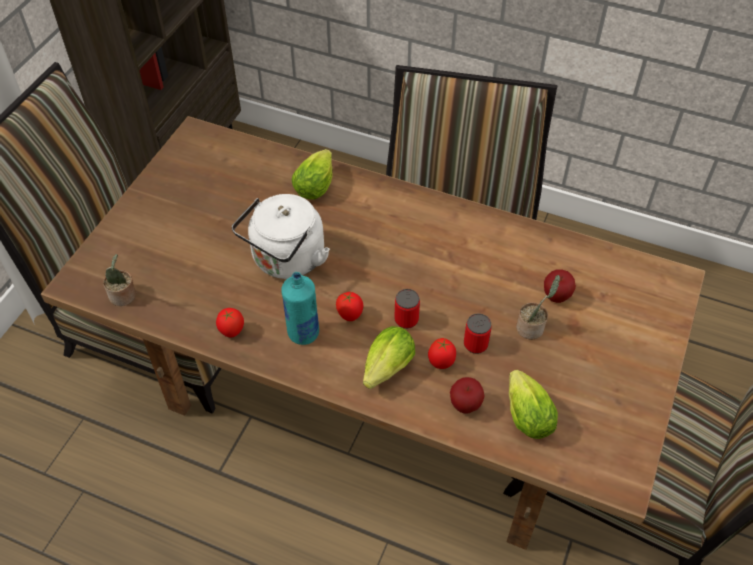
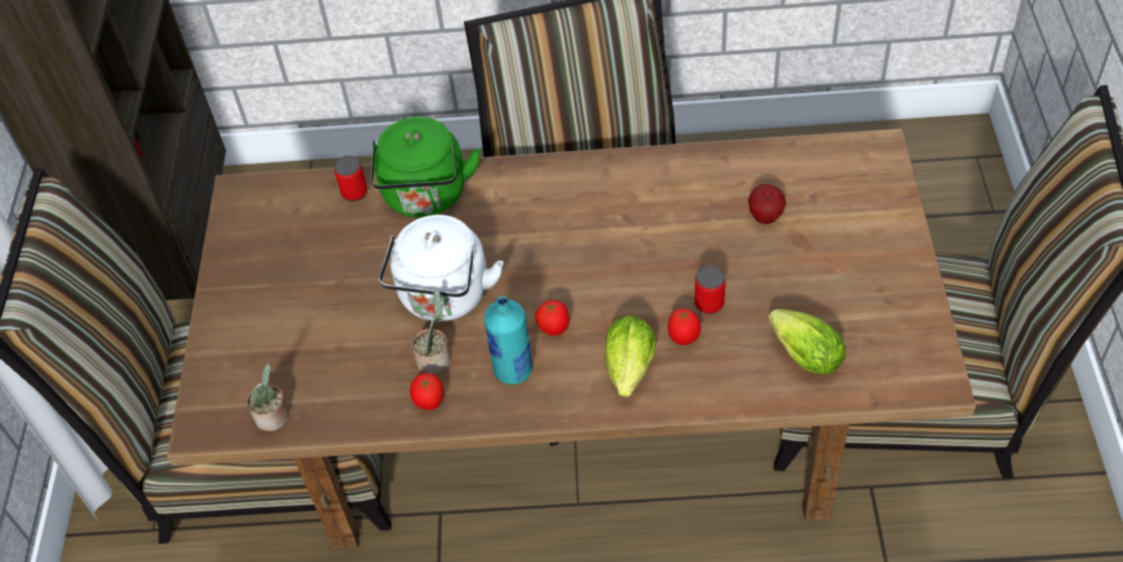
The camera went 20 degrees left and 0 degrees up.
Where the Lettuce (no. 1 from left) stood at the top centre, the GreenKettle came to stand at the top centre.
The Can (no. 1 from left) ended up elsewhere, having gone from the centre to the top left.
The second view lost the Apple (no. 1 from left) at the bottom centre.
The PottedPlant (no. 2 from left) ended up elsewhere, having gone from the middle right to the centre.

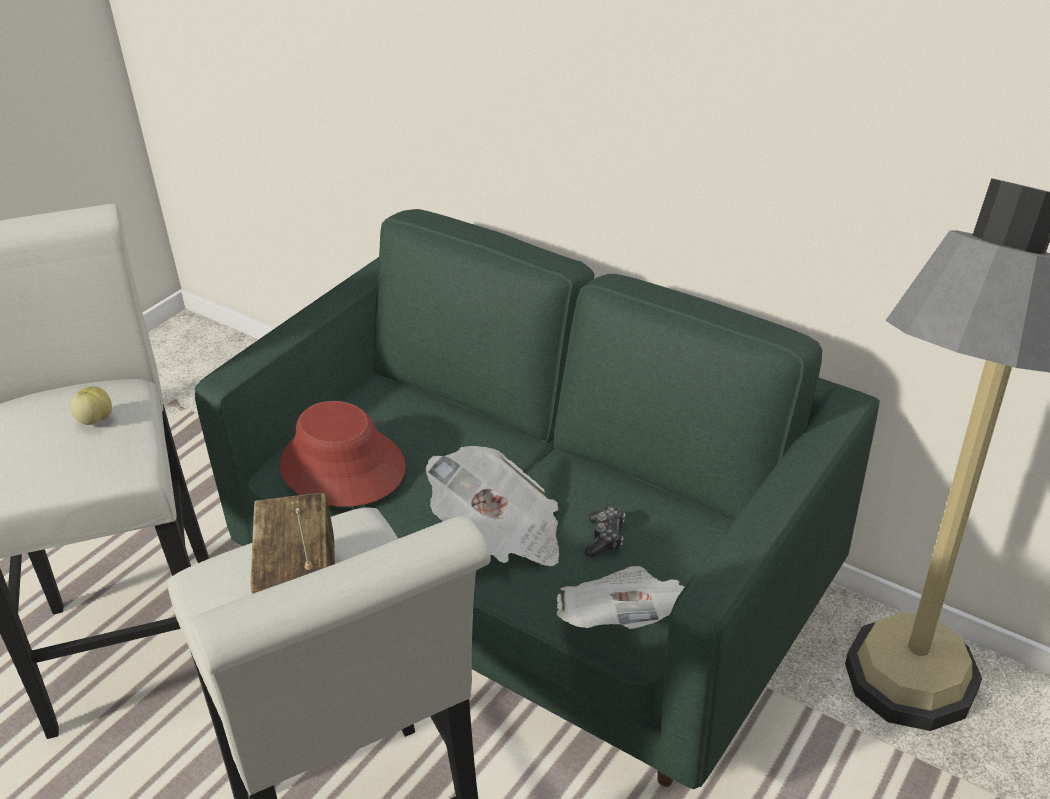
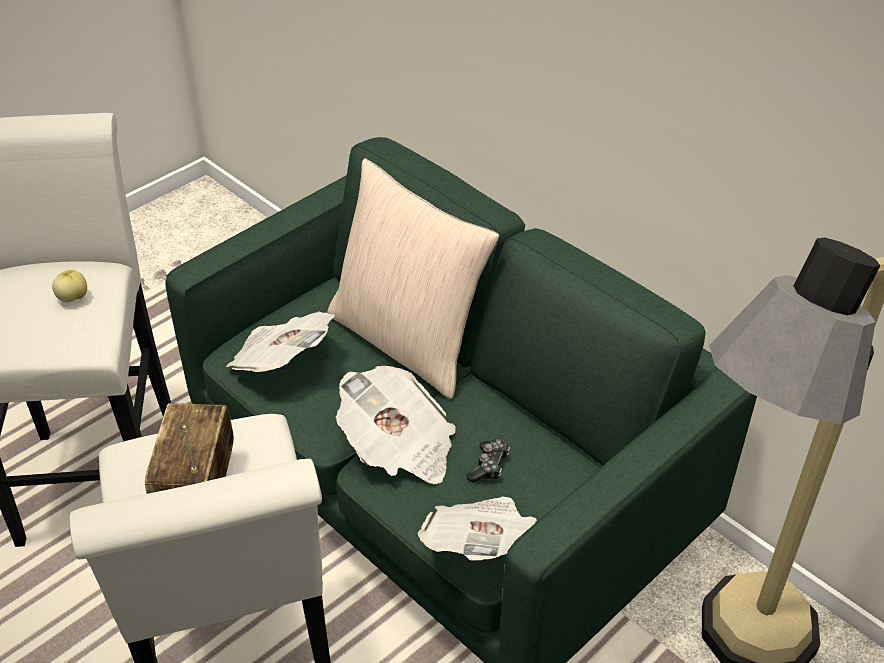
The camera went 10 degrees right and 5 degrees up.
Where the RedHat stood at the middle left, the Newspaper (no. 1 from left) came to stand at the middle left.
The second view gained the BeigePillow at the centre.

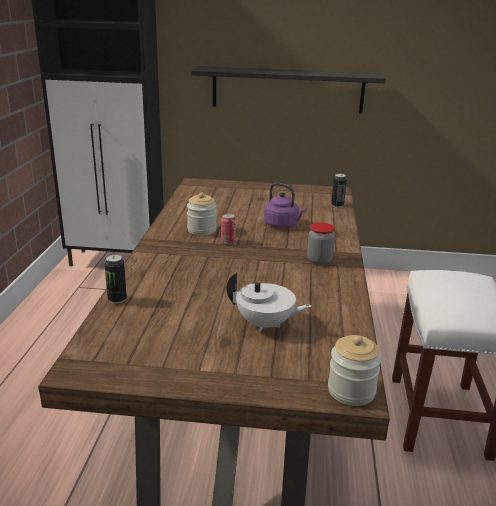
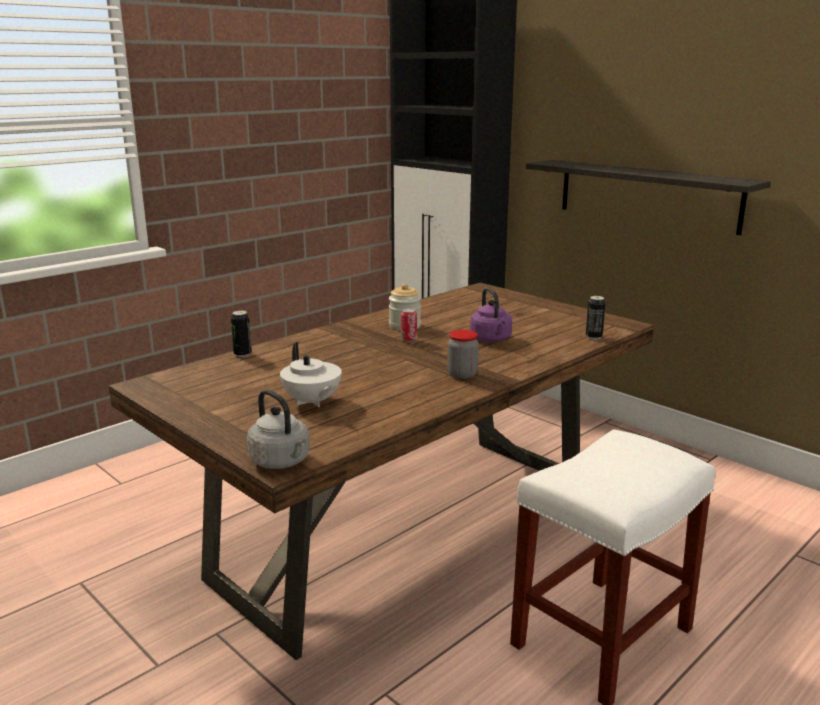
The camera went 40 degrees right and 5 degrees down.
Where the Jar (no. 3 from left) stood at the bottom right, the GreyKettle came to stand at the centre.

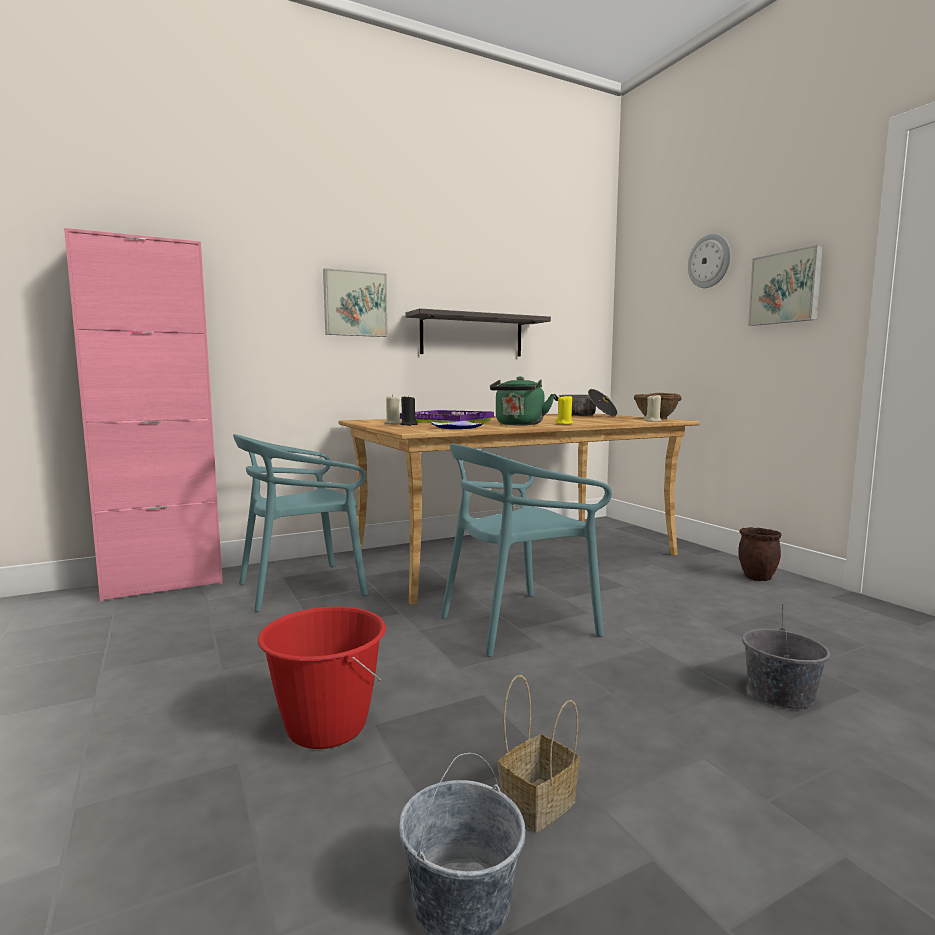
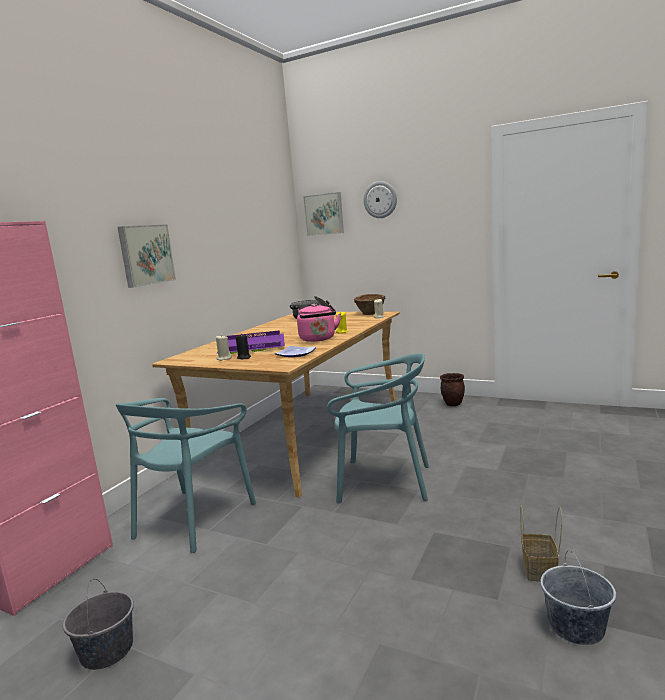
The camera went 35 degrees left and 5 degrees up.
The second view lost the RedBucket at the bottom centre.
The second view lost the Shelf at the centre.
The TurquoiseChair (no. 2 from left) at the centre ended up facing another way, 105 degrees counterclockwise from before.
What was the GreenKettle at the centre turned into the PinkKettle at the centre.
The GreyBucket (no. 2 from left in the first image) ended up elsewhere, having gone from the bottom right to the bottom left.
The Picture (no. 2 from left) ended up elsewhere, having gone from the top right to the top centre.

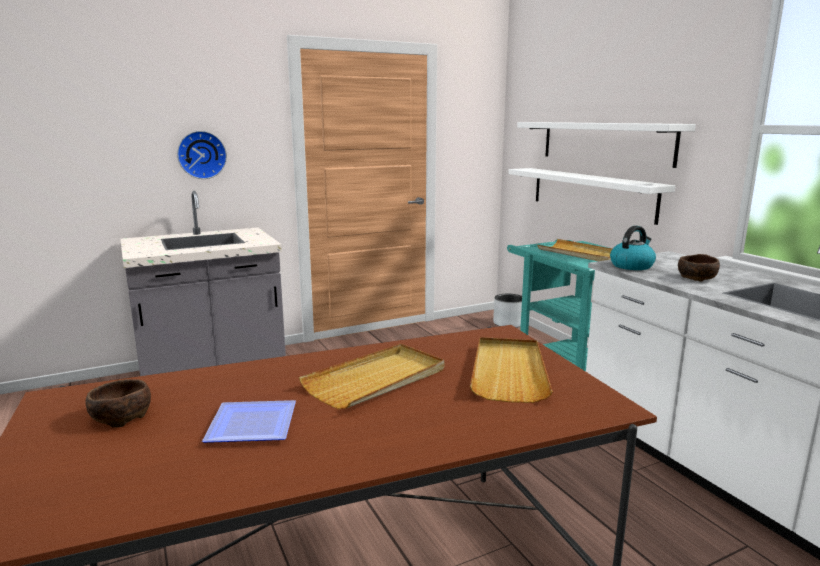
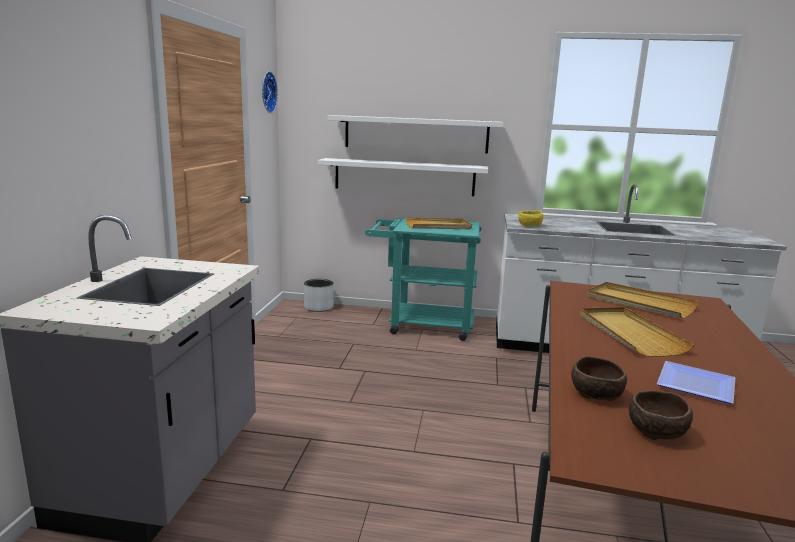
The camera went 55 degrees left and 0 degrees up.
The WallClock ended up elsewhere, having gone from the top left to the top centre.
Where the Kettle stood at the middle right, the YellowBowl came to stand at the middle right.
The BrownBowl (no. 2 from left in the first image) ended up elsewhere, having gone from the middle right to the bottom right.

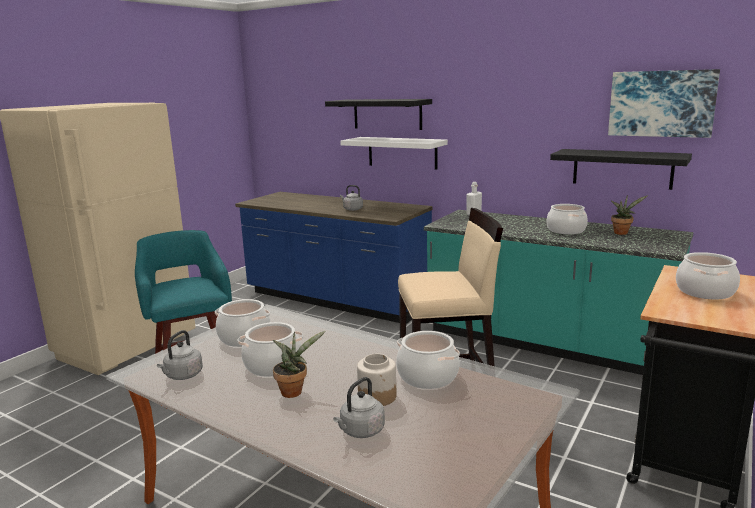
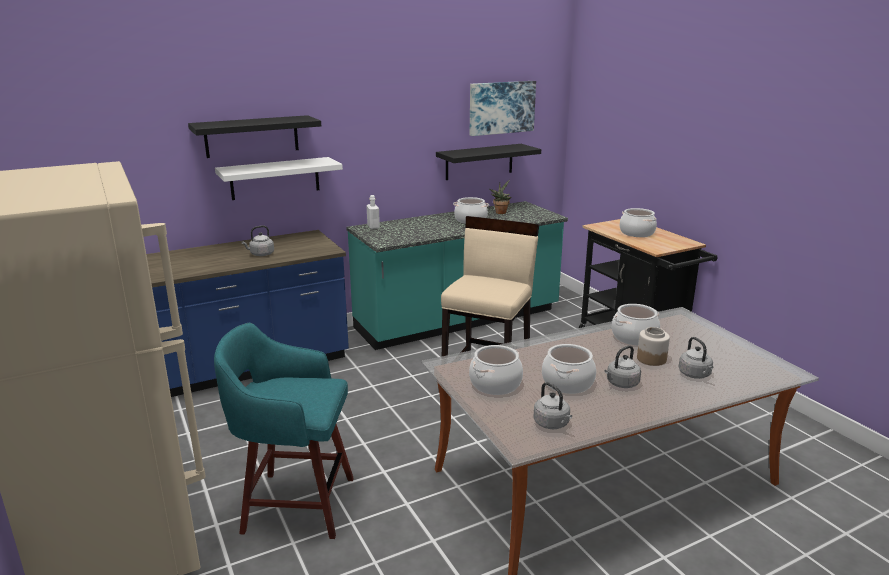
The camera went 60 degrees left and 5 degrees up.
Where the PottedPlant (no. 1 from left) stood at the bottom centre, the GreyKettle (no. 3 from left) came to stand at the middle right.

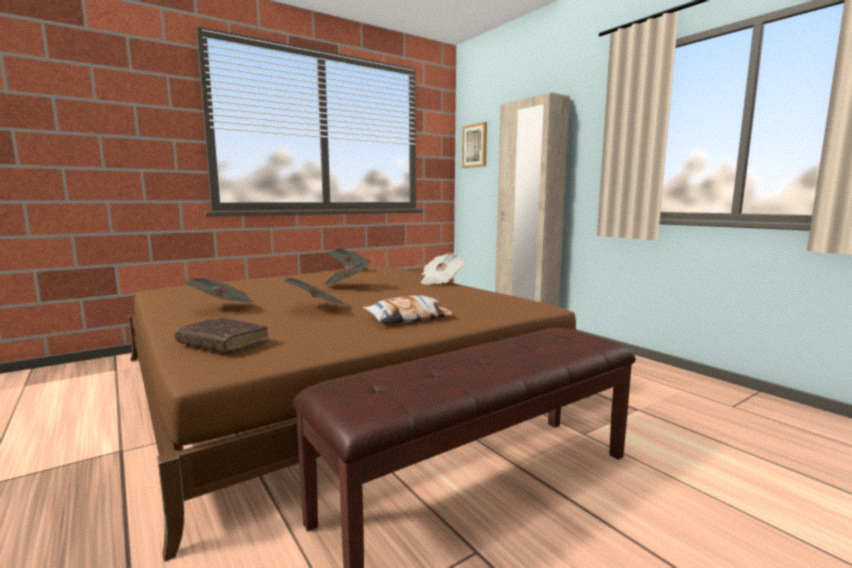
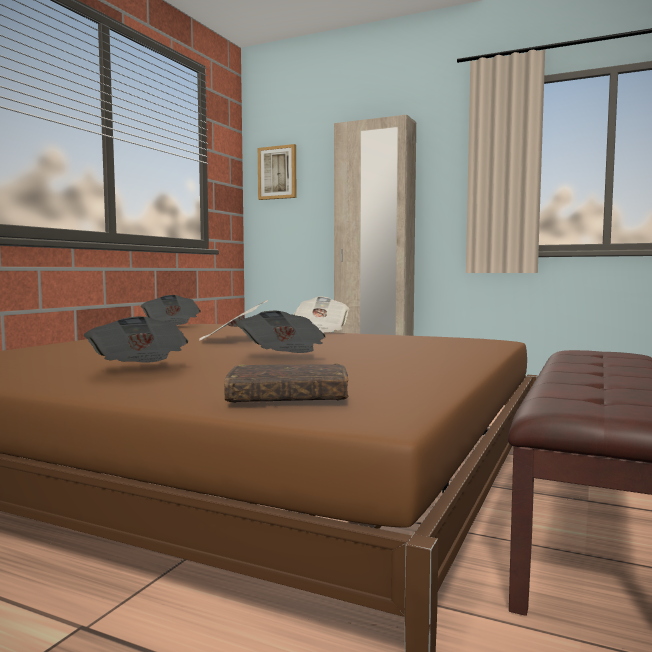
The camera went 30 degrees left and 5 degrees down.
The second view lost the Pillow at the centre.

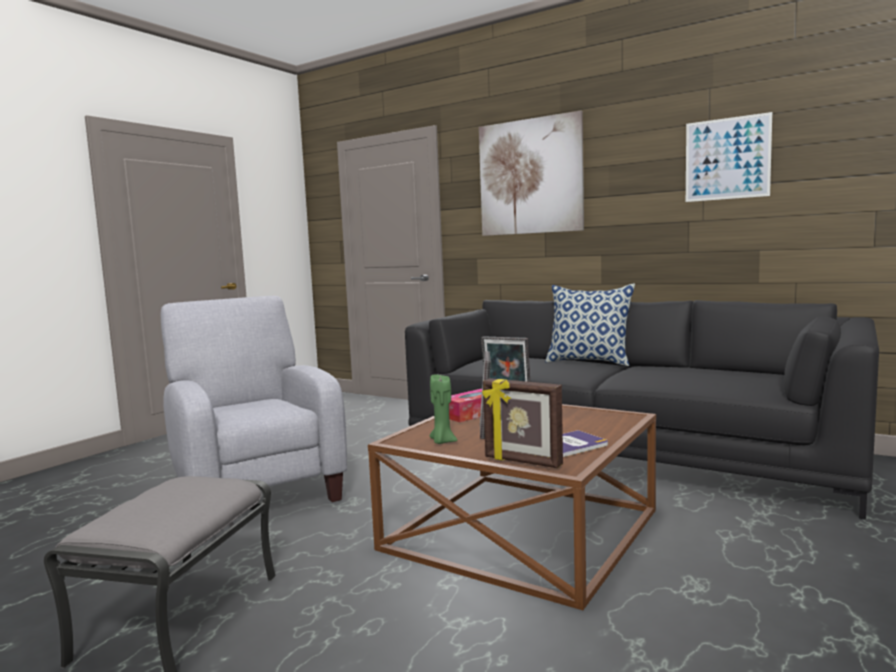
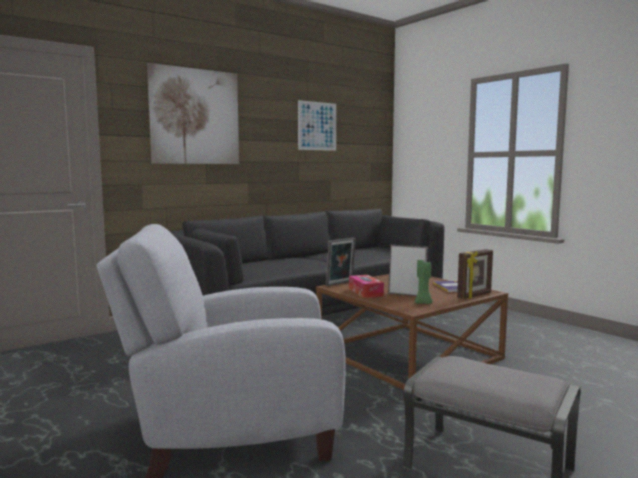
The camera went 70 degrees left and 0 degrees up.
The second view lost the Pillow at the centre.

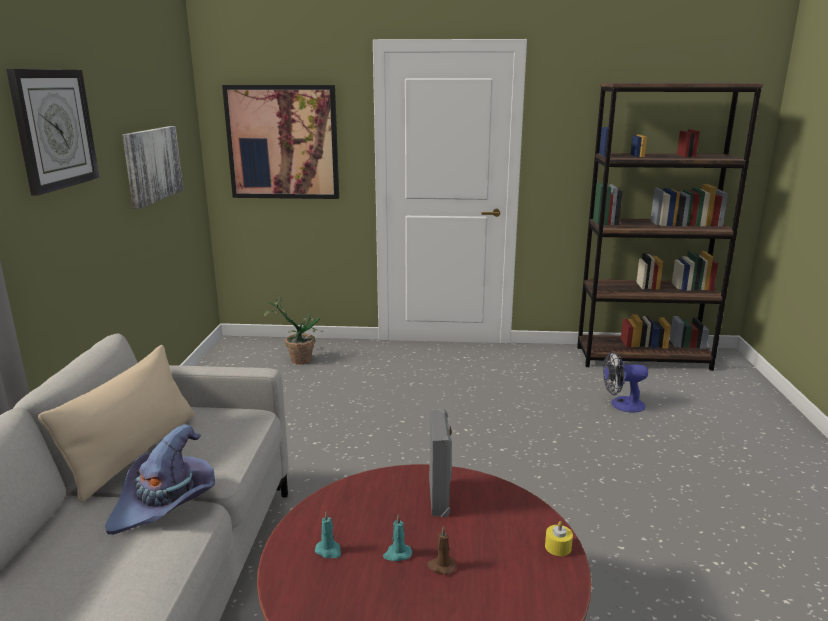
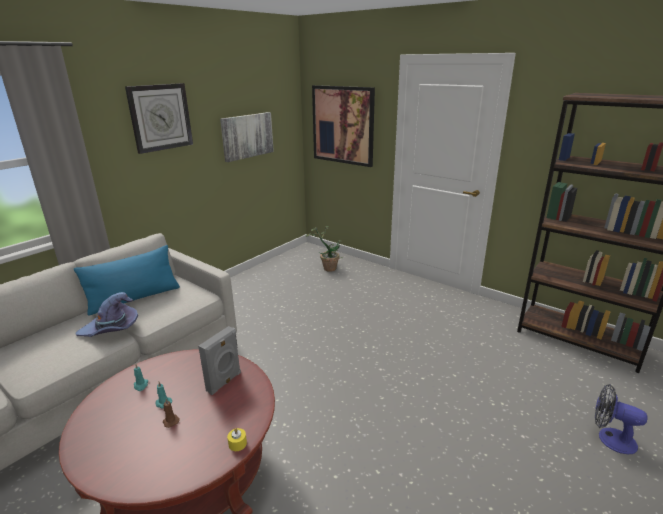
The camera went 35 degrees right and 5 degrees up.
What was the BeigePillow at the bottom left turned into the BluePillow at the middle left.
The Fan ended up elsewhere, having gone from the middle right to the bottom right.

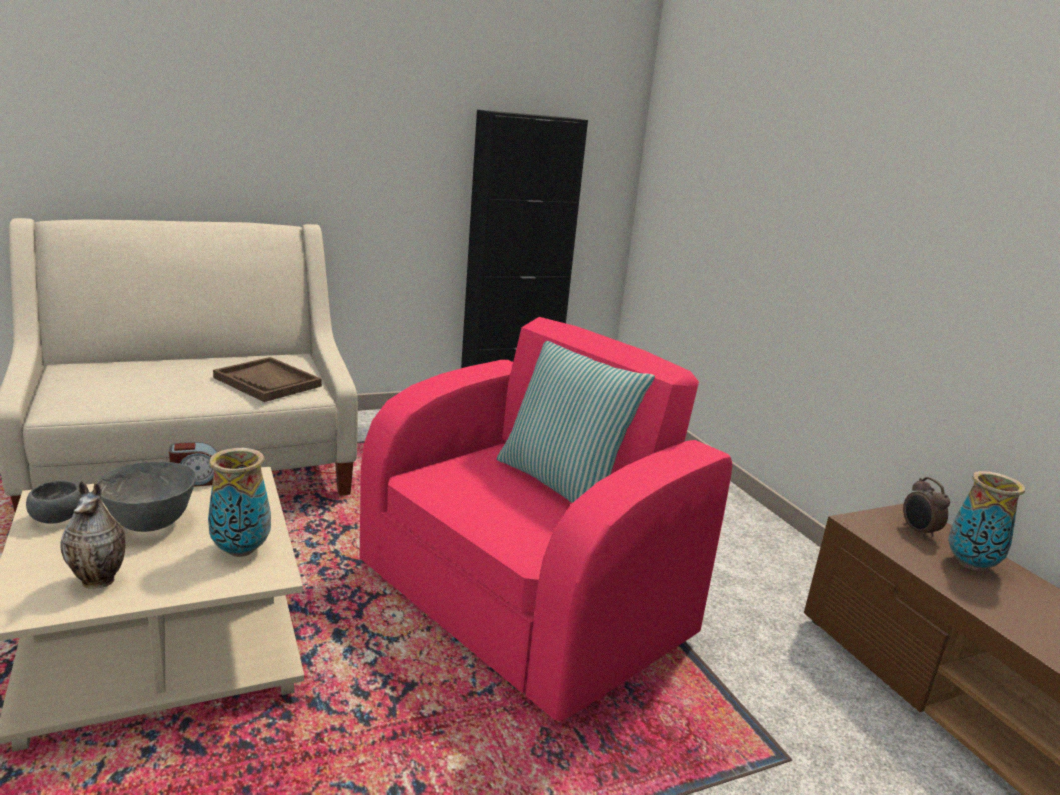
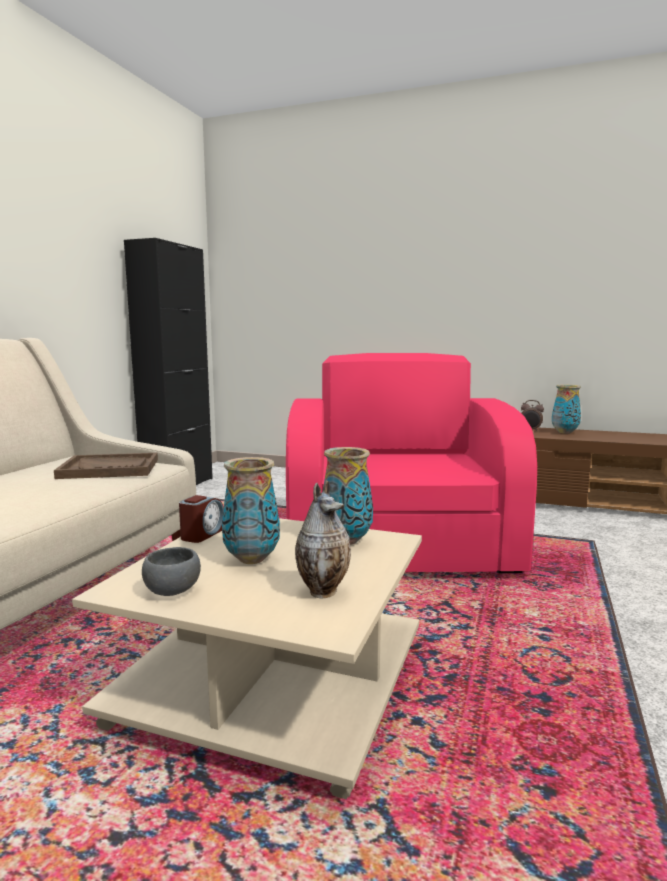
The camera went 45 degrees left and 10 degrees down.
Where the GreyBowl (no. 2 from left) stood at the middle left, the Vase (no. 1 from left) came to stand at the centre.
The second view lost the Pillow at the centre.

